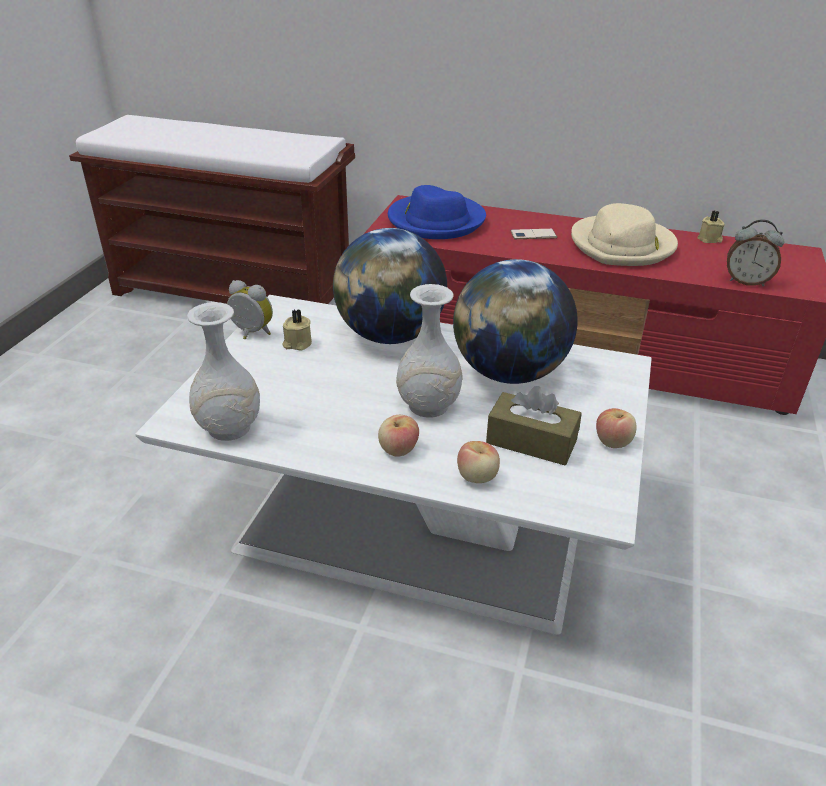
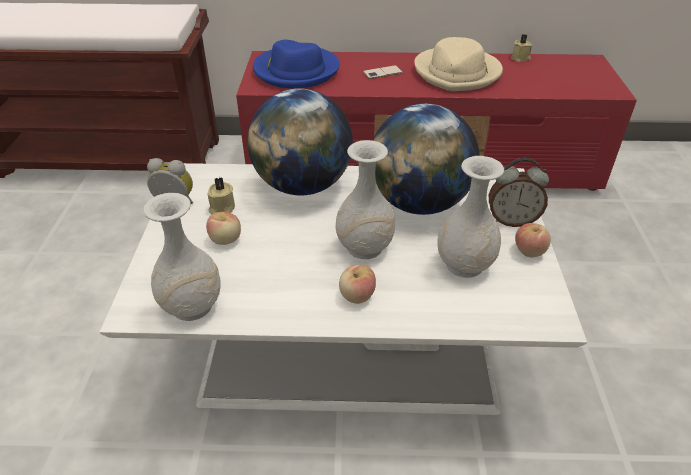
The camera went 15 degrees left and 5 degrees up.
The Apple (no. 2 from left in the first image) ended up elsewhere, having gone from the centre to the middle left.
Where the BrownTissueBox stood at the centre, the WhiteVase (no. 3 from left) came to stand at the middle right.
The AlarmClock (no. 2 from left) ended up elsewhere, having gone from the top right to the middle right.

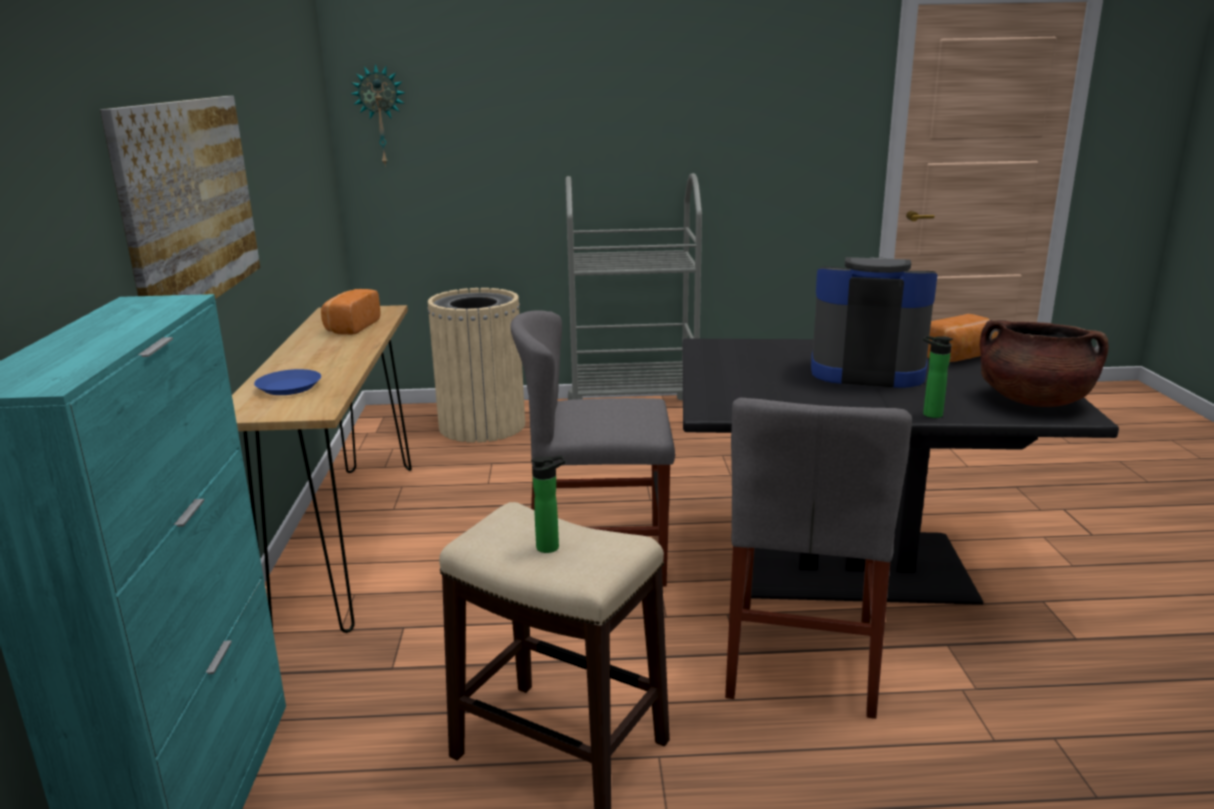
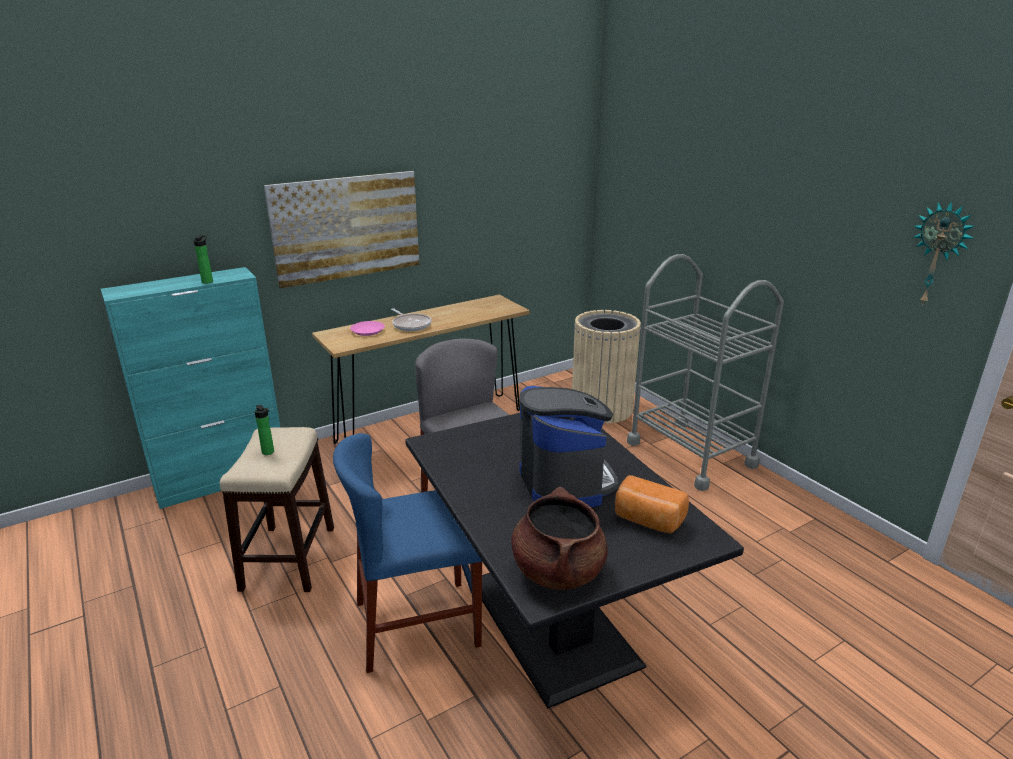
The camera went 60 degrees right and 5 degrees up.
What was the BluePlate at the middle left turned into the PinkPlate at the centre.
The second view lost the Bread (no. 1 from left) at the middle left.
The WallClock ended up elsewhere, having gone from the top left to the middle right.
What was the GreyChair (no. 2 from left) at the bottom right turned into the BlueChair at the bottom centre.
The Bottle (no. 2 from left in the first image) ended up elsewhere, having gone from the middle right to the middle left.
The second view gained the FryingPan at the centre.

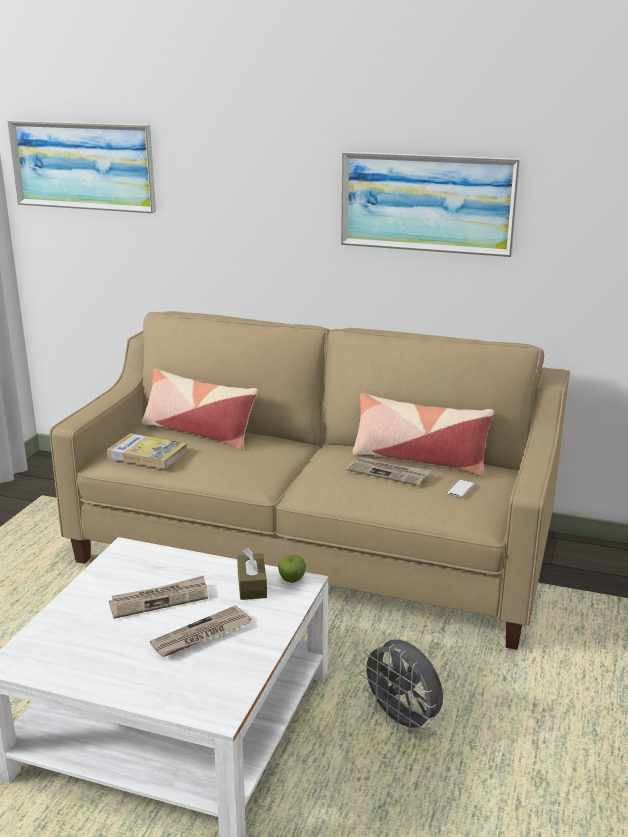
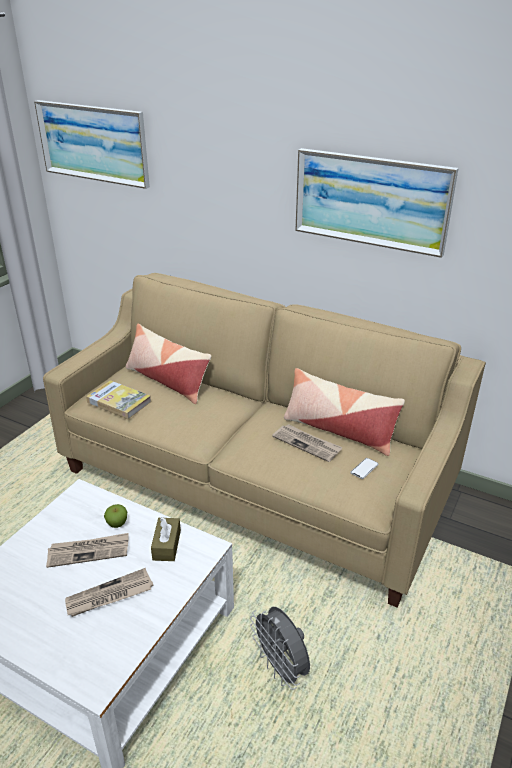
The camera went 10 degrees right and 10 degrees up.
The Apple ended up elsewhere, having gone from the bottom centre to the bottom left.

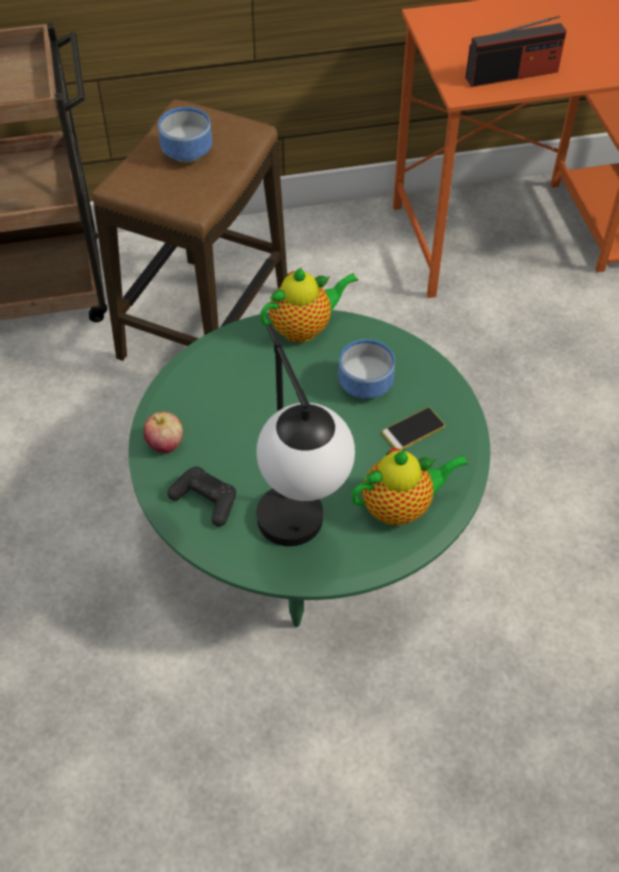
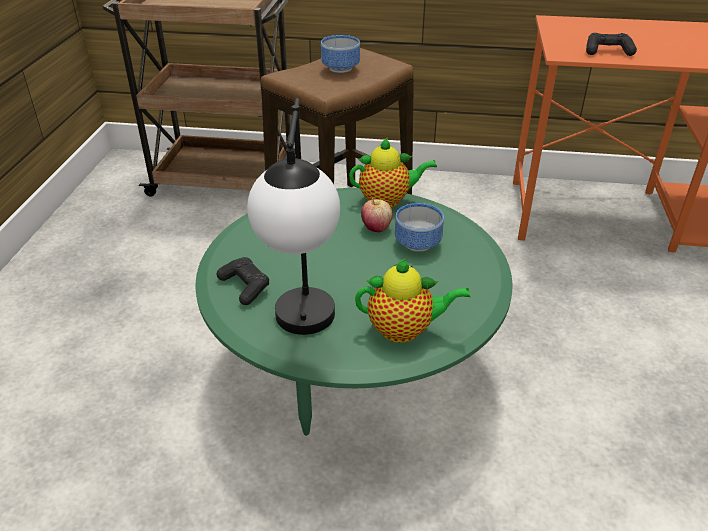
The camera went 20 degrees right and 15 degrees down.
The Apple ended up elsewhere, having gone from the middle left to the centre.
The second view lost the Phone at the middle right.
Where the Radio stood at the top right, the BlackGameController (no. 2 from left) came to stand at the top right.

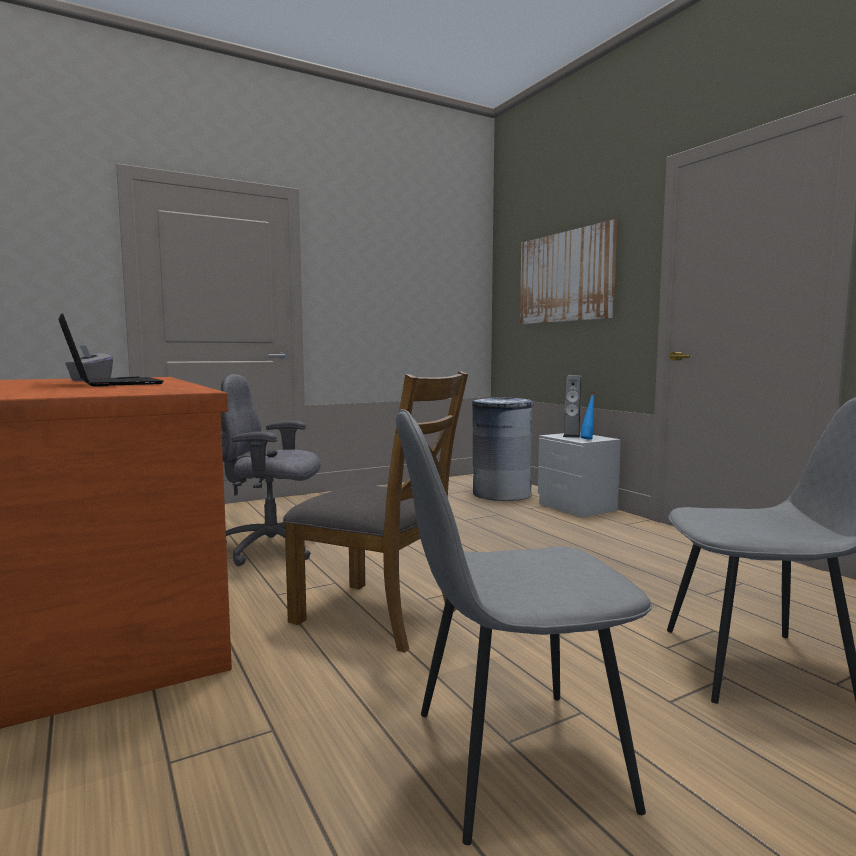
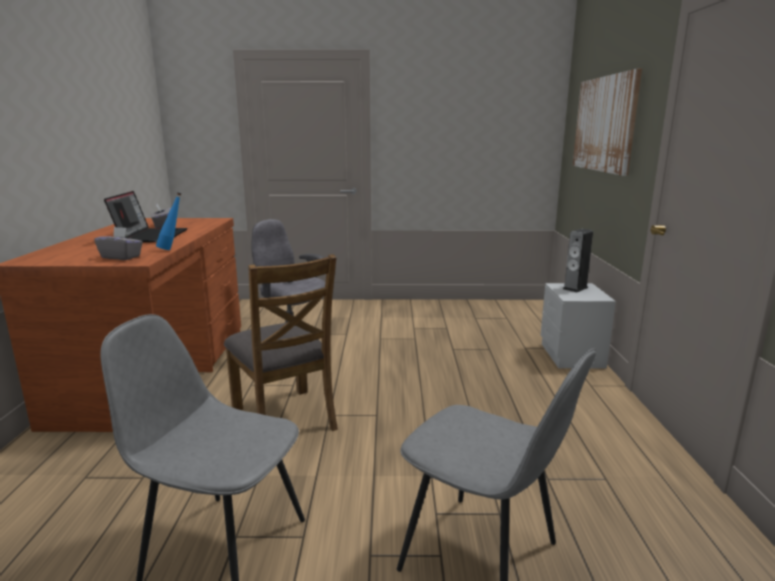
The camera went 30 degrees right and 10 degrees up.
The second view lost the GreyTrashCan at the centre.
The BlueBottle ended up elsewhere, having gone from the middle right to the middle left.
The second view gained the GreyTissueBox (no. 1 from left) at the middle left.

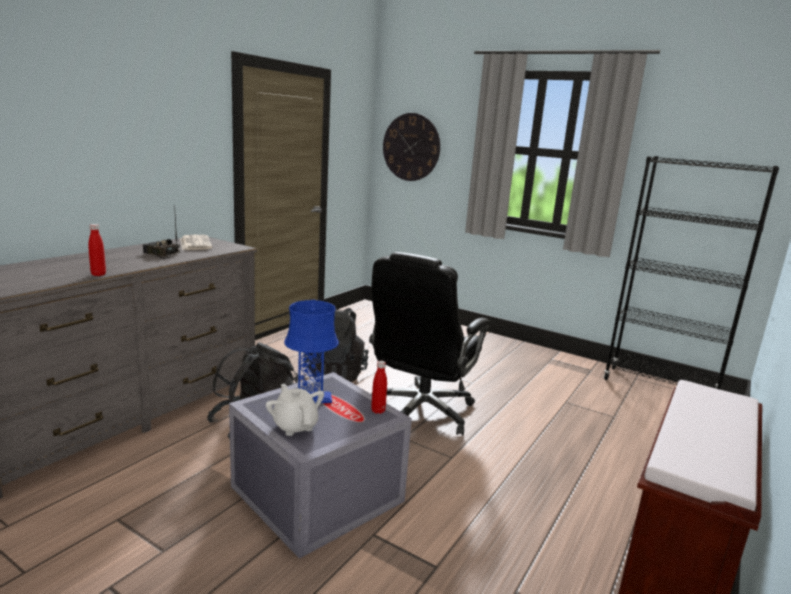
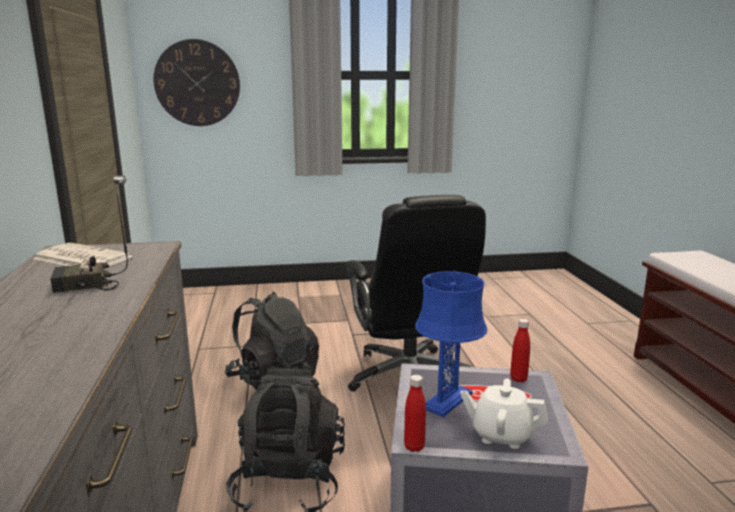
The camera went 40 degrees left and 0 degrees up.
The RedBottle (no. 1 from left) ended up elsewhere, having gone from the middle left to the bottom centre.
The second view lost the BlackBookcase at the middle right.

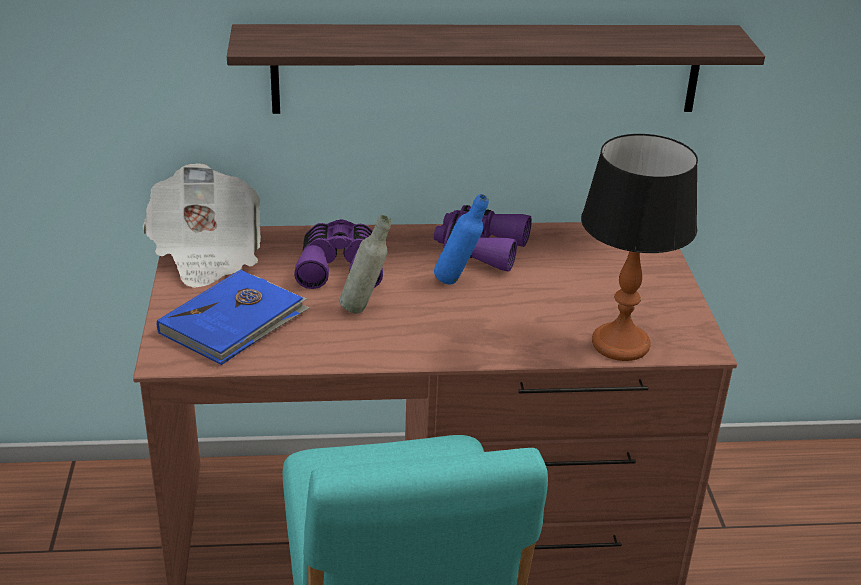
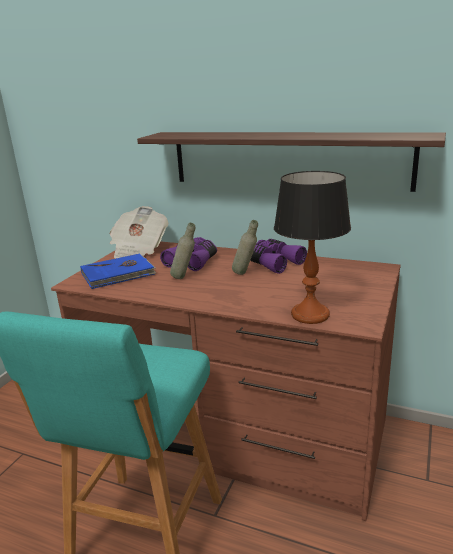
The camera went 30 degrees right and 10 degrees down.
What was the BlueBottle at the centre turned into the GreyBottle (no. 2 from left) at the centre.

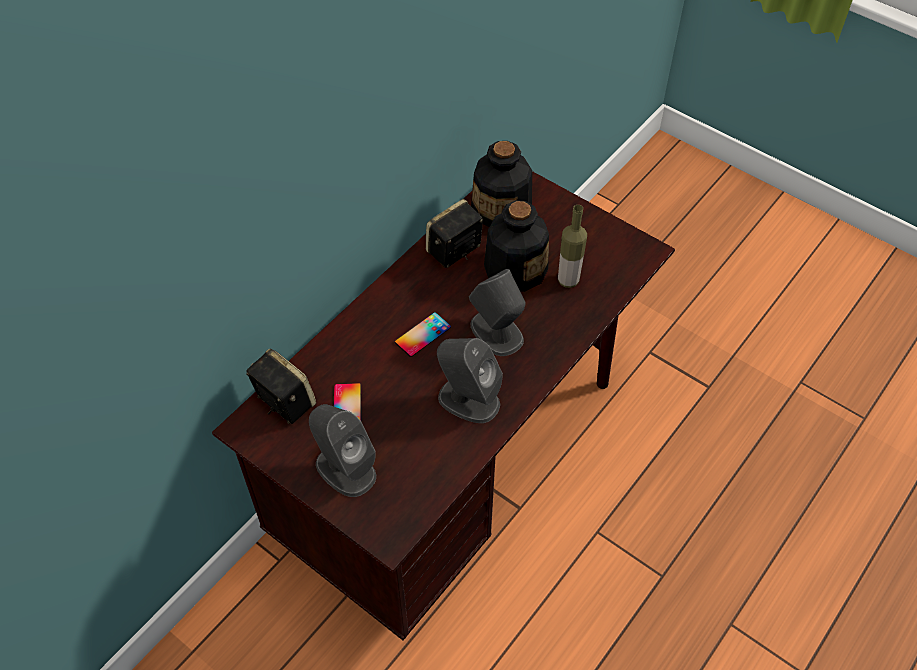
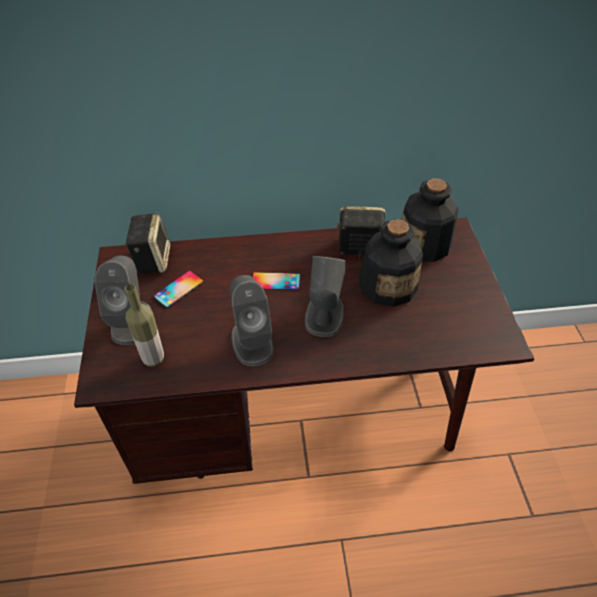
The camera went 45 degrees right and 5 degrees down.
The Bottle (no. 3 from left in the first image) ended up elsewhere, having gone from the centre to the middle left.

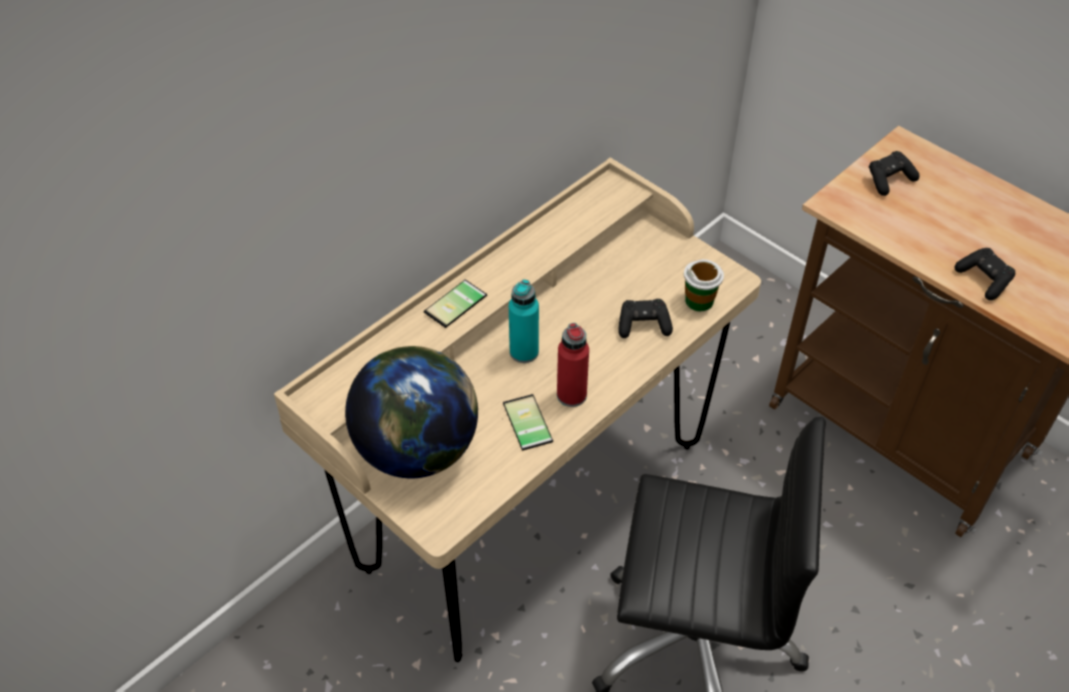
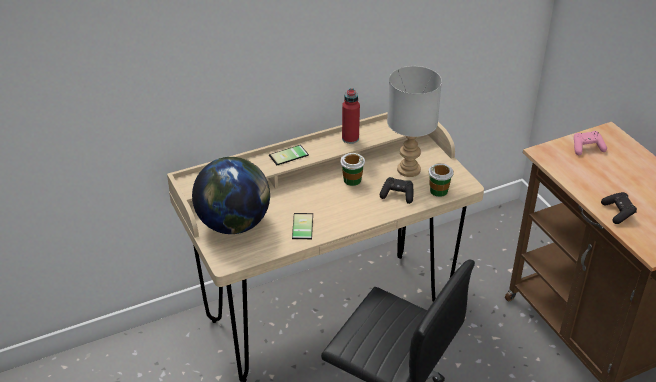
The camera went 20 degrees right and 10 degrees down.
The second view lost the TurquoiseBottle at the centre.
The RedBottle ended up elsewhere, having gone from the centre to the top centre.
What was the BlackGameController (no. 2 from left) at the top right turned into the PinkGameController at the middle right.
The second view gained the Cup (no. 1 from left) at the centre.
The second view gained the GreyTableLamp at the top centre.

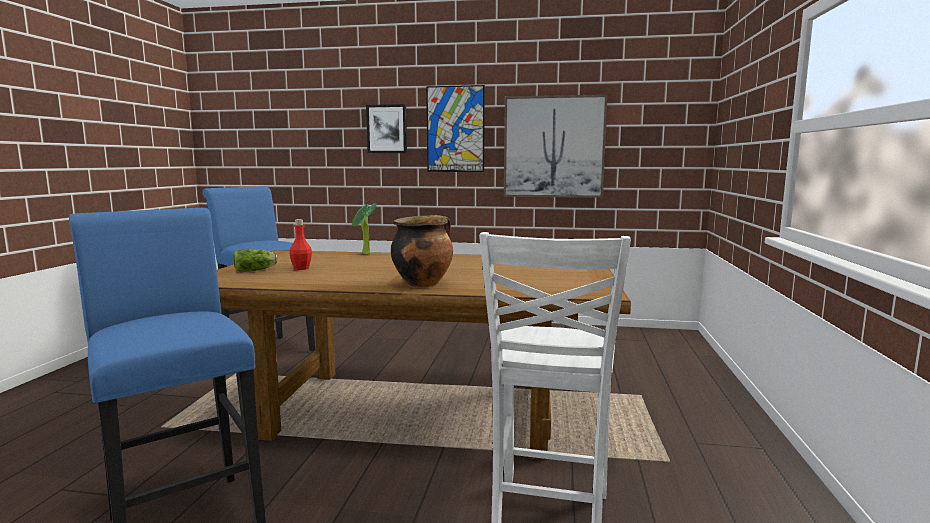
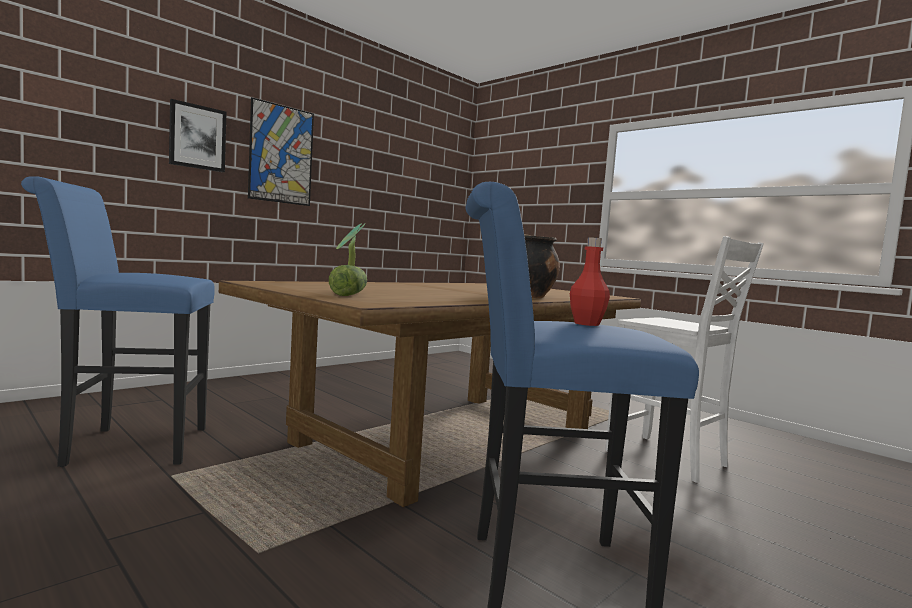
The camera went 55 degrees left and 5 degrees down.
The RedBottle ended up elsewhere, having gone from the middle left to the centre.
The second view lost the Picture (no. 3 from left) at the top centre.

